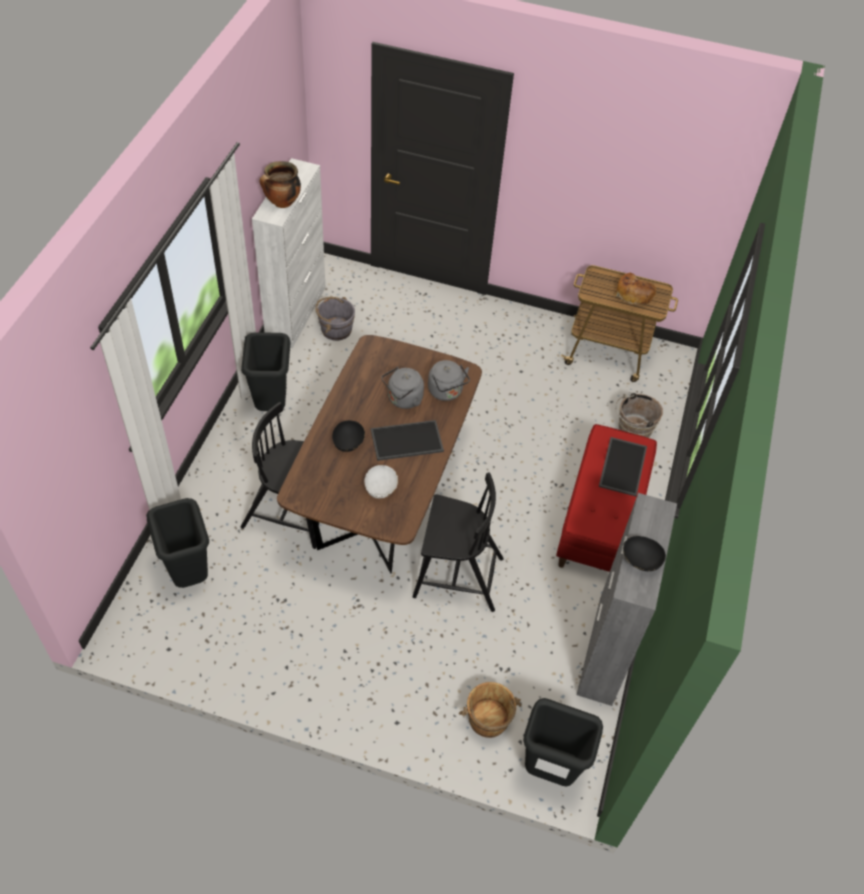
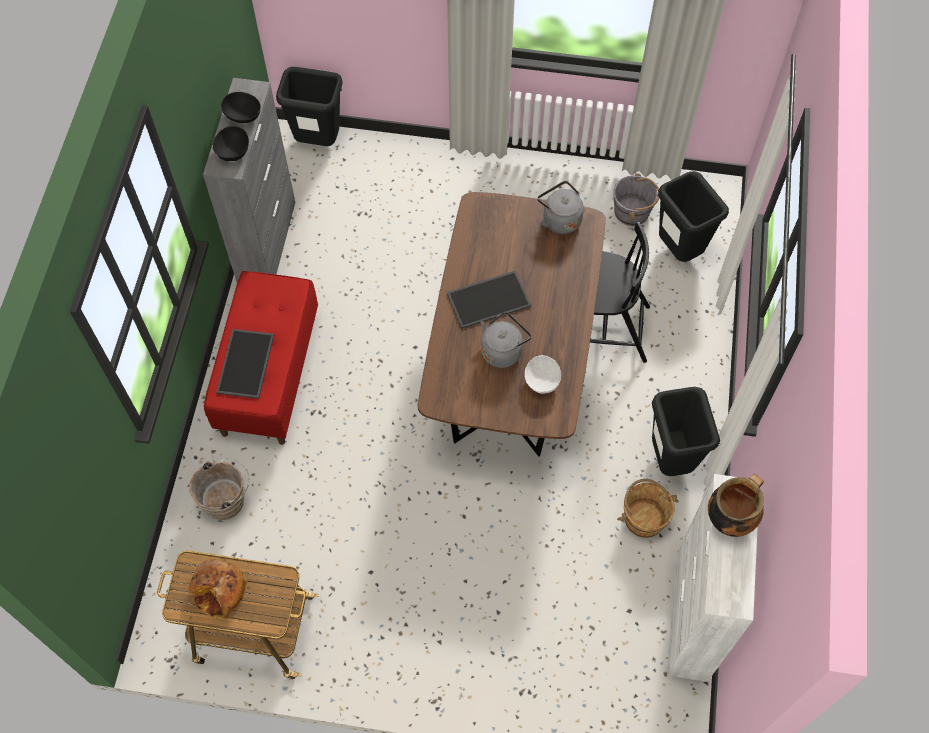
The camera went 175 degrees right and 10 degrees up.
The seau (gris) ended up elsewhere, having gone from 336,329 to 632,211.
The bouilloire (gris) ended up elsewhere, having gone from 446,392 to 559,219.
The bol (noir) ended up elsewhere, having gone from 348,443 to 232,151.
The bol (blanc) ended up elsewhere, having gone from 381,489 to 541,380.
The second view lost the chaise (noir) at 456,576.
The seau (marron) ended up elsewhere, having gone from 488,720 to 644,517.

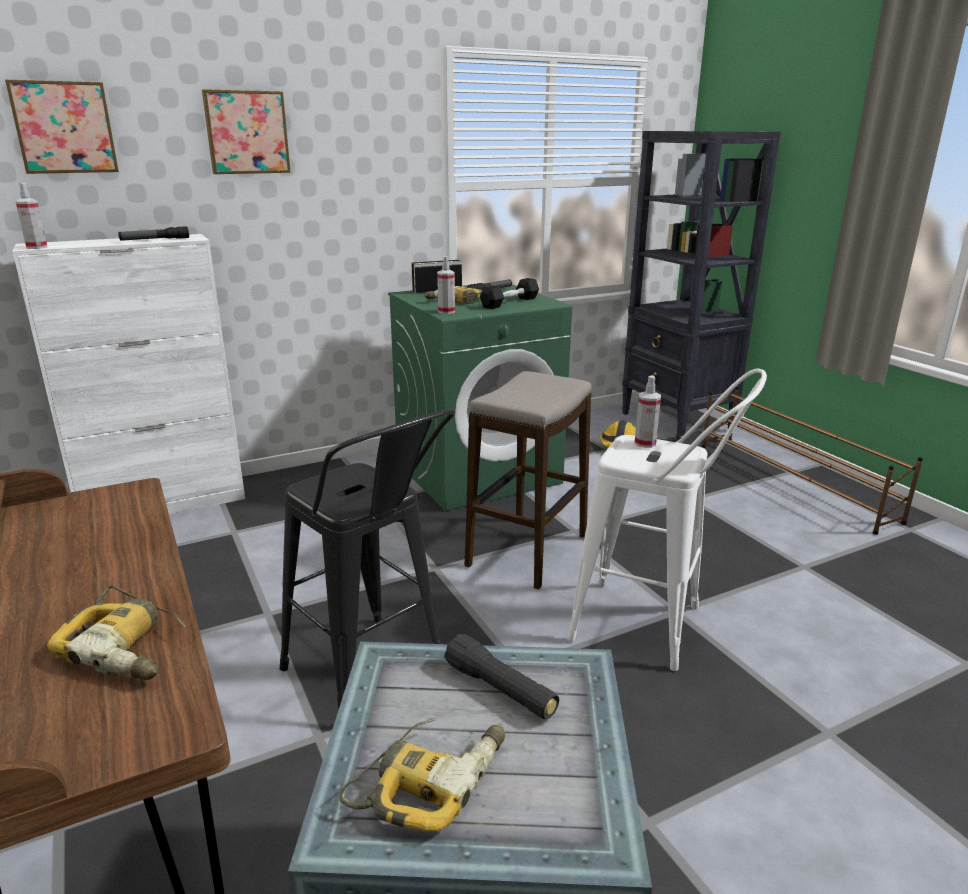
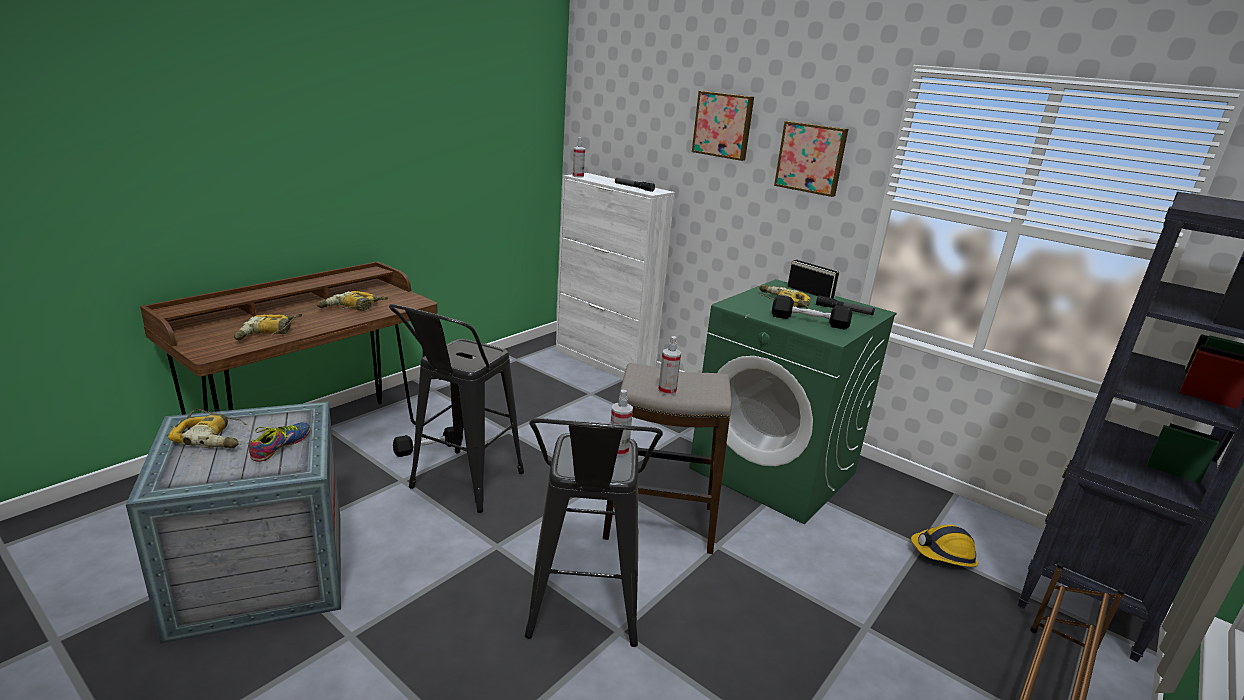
The camera went 65 degrees right and 0 degrees up.
The tableau ended up elsewhere, having gone from 64,127 to 811,158.
The vaporisateur ended up elsewhere, having gone from 446,312 to 667,391.
What was the tabouret (blanc) at 651,628 turned into the tabouret (noir) at 582,616.
Where the lampe de poche (noir) stood at 500,690, the chaussure came to stand at 283,446.
The second view gained the perceuse at 352,308.
The second view gained the haltère (noir) at 428,448.

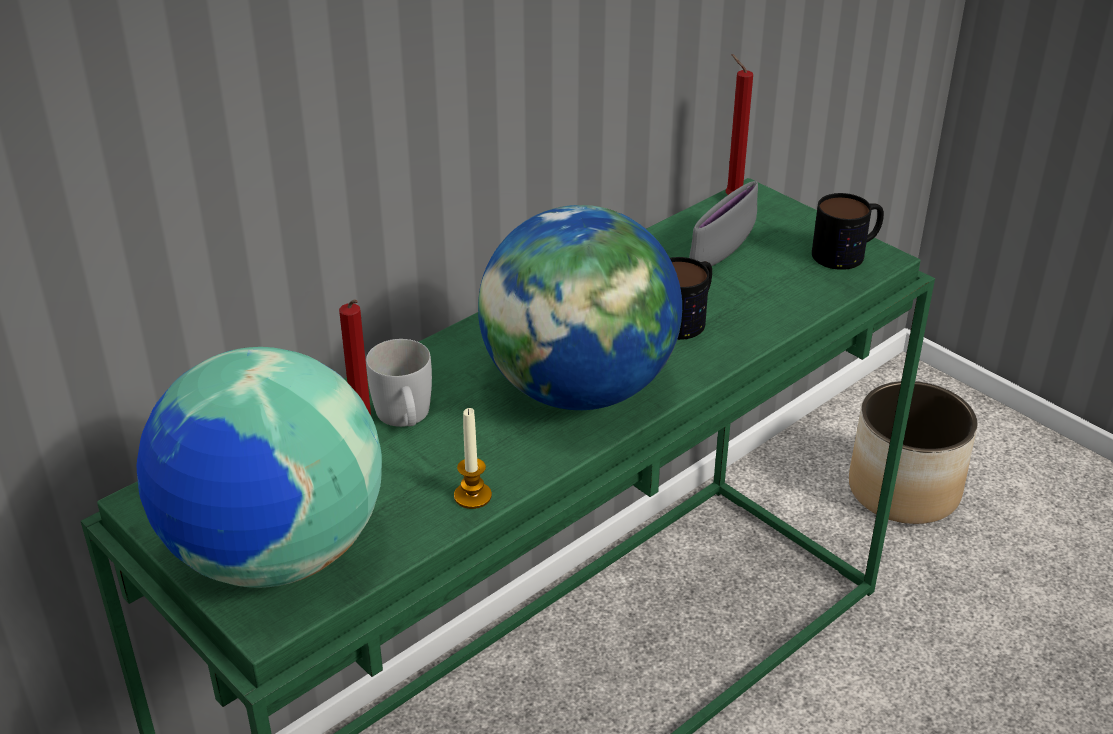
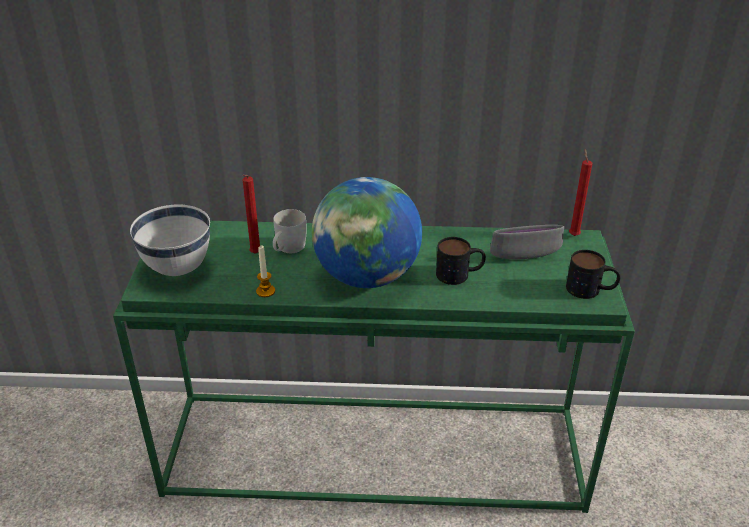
The camera went 45 degrees right and 0 degrees up.
Where the globe stood at 274,553, the bol (blanc) came to stand at 177,269.
The second view lost the cache-pot at 905,490.

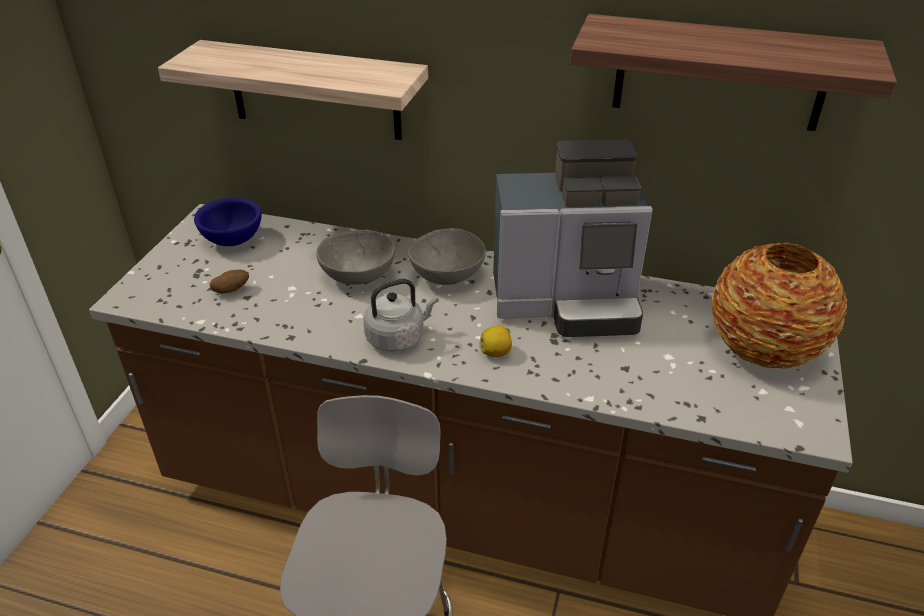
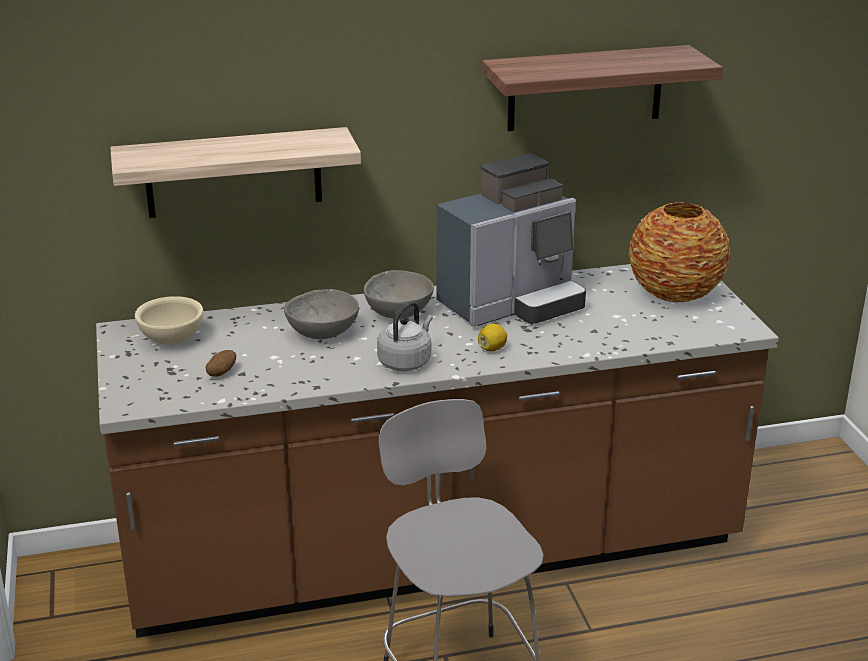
The camera went 30 degrees left and 10 degrees down.
What was the bol (bleu) at 234,240 turned into the bol (beige) at 172,339.

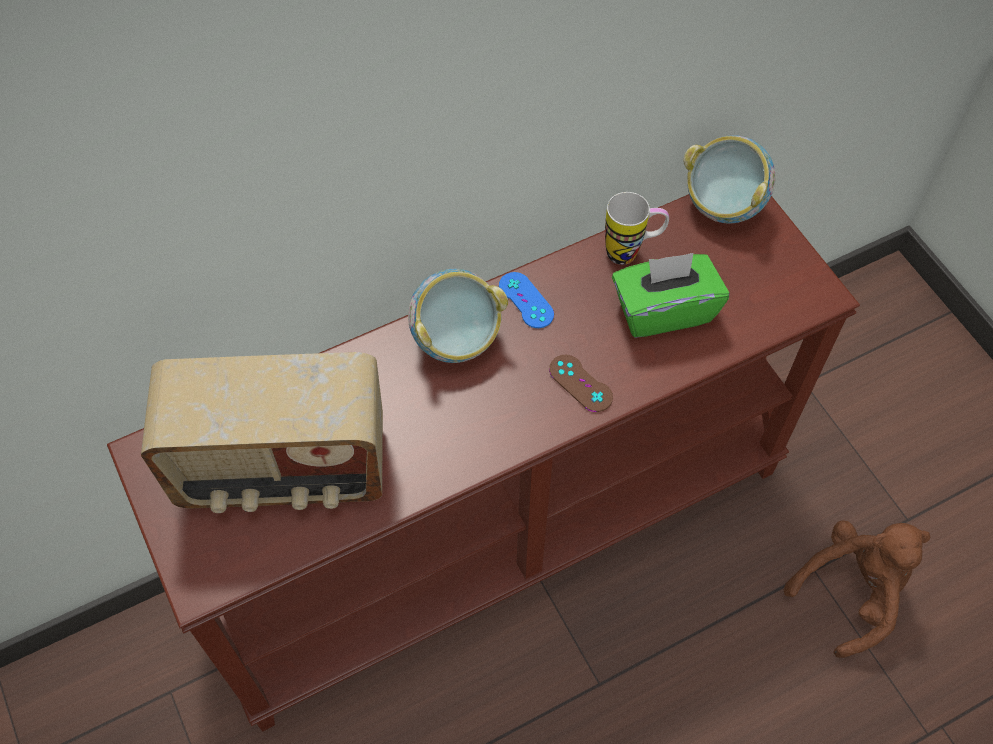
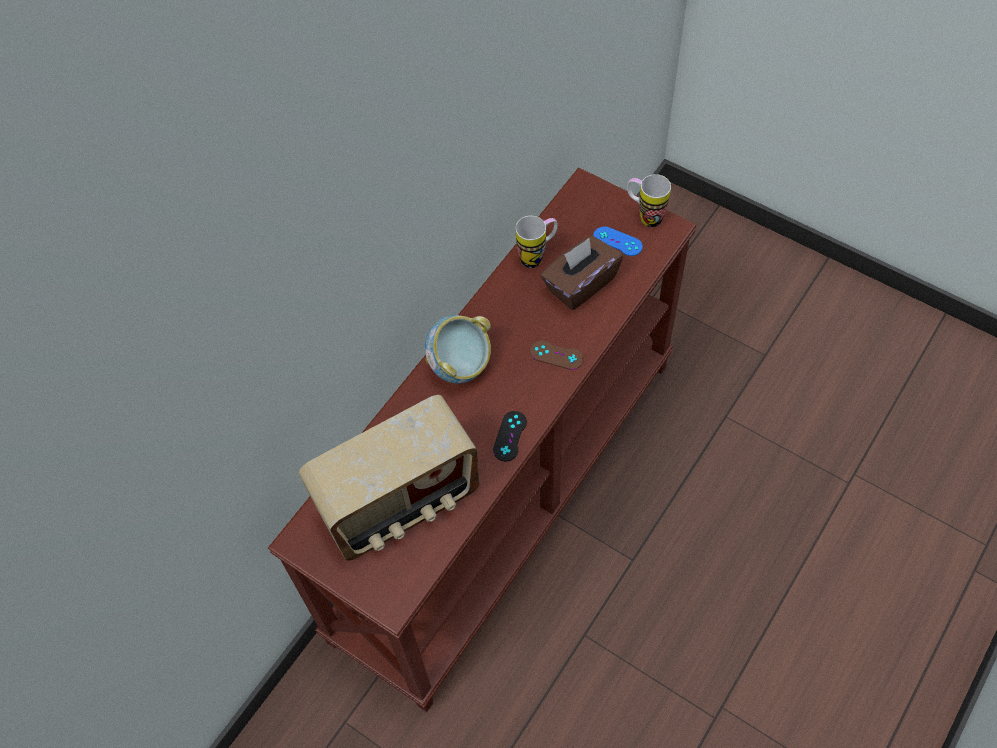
The camera went 25 degrees left and 0 degrees up.
The second view lost the bol at 722,205.
What was the boîte à mouchoirs (vert) at 663,310 turned into the boîte à mouchoirs (marron) at 580,284.
The manette (bleu) ended up elsewhere, having gone from 526,300 to 617,241.
The second view lost the peluche (marron) at 852,592.
The second view gained the mug at 644,216.
The second view gained the manette (noir) at 510,436.

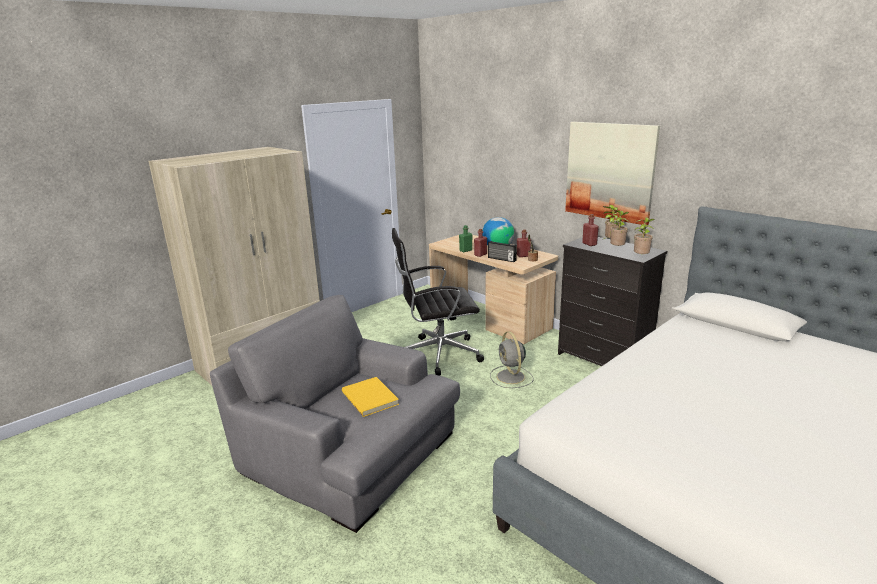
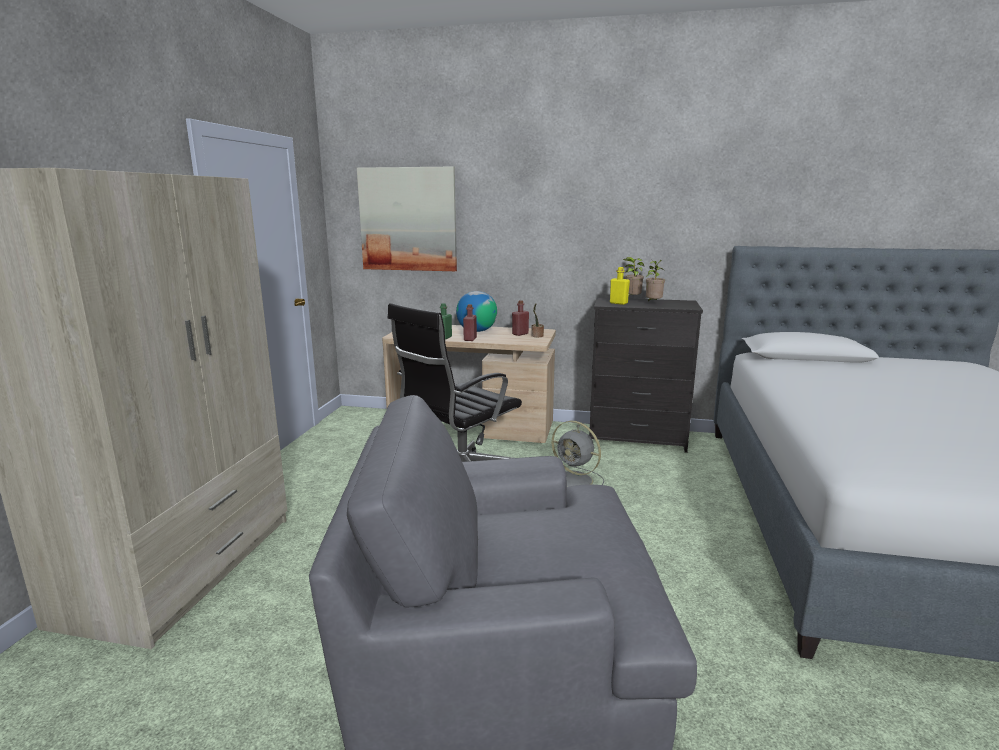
The camera went 35 degrees left and 5 degrees down.
The tableau ended up elsewhere, having gone from 610,171 to 408,219.
What was the bouteille (rouge) at 589,244 turned into the bouteille (jaune) at 618,303.
The second view lost the plante en pot at 641,257.
The second view lost the radio at 501,259.
The second view lost the livre (jaune) at 371,398.

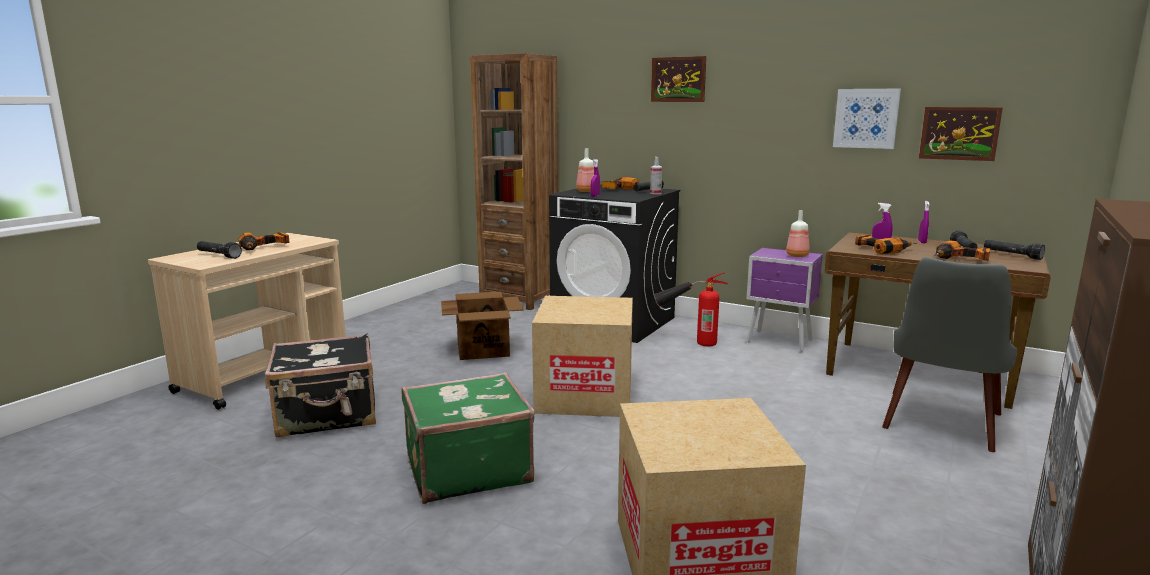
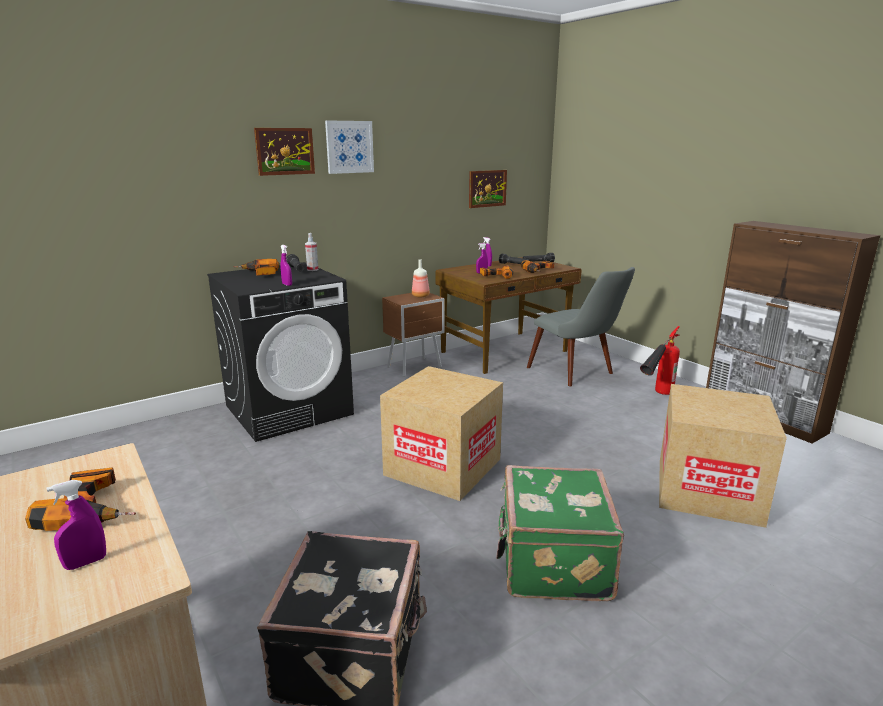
The camera went 65 degrees left and 5 degrees up.
The second view lost the bibliothèque (marron) at 519,299.
The tableau ended up elsewhere, having gone from 866,118 to 349,147.
The second view lost the bouteille at 586,191.
Where the lampe de poche (noir) stood at 218,255, the vaporisateur (violet) came to stand at 86,563.
What was the table de chevet (violet) at 780,342 turned into the table de chevet (marron) at 415,367.
The extincteur ended up elsewhere, having gone from 688,341 to 656,396.
The second view lost the carton at 483,349.

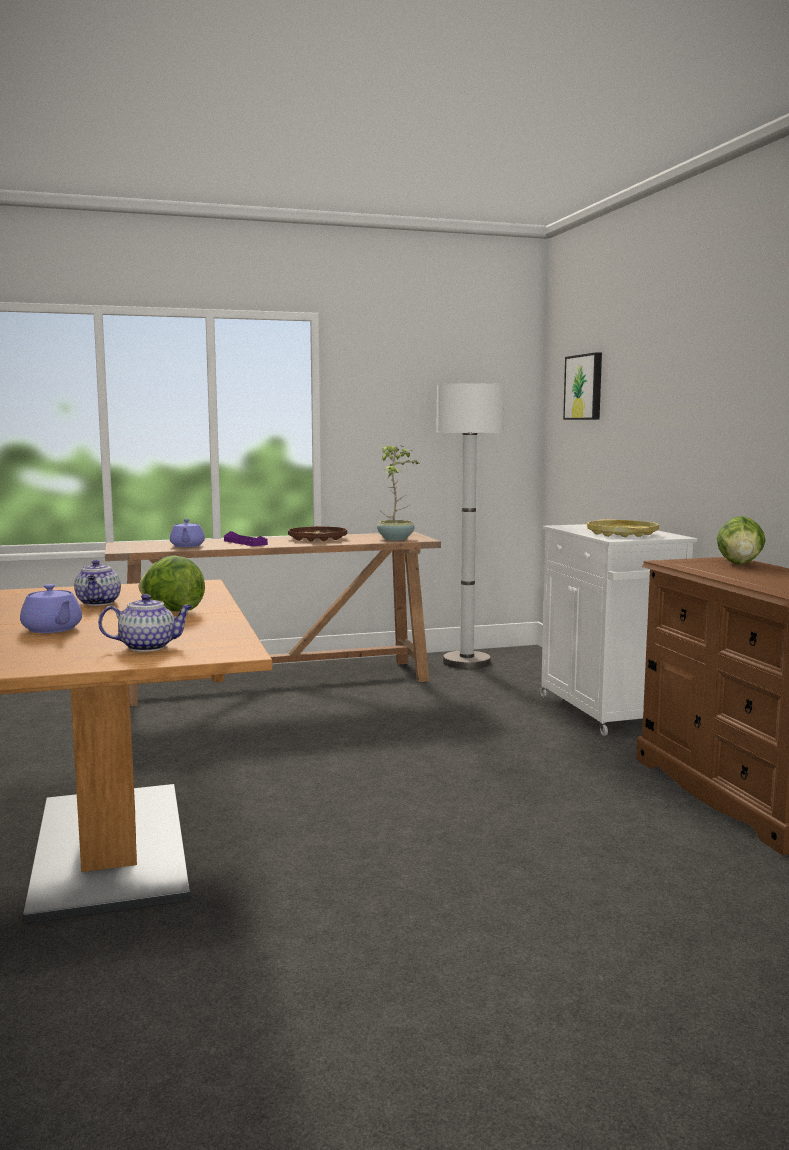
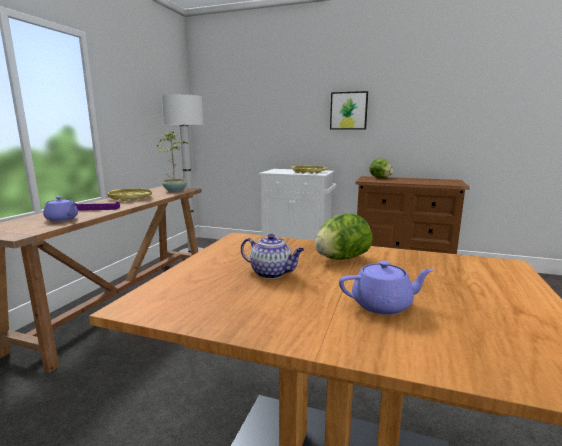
The camera went 55 degrees left and 5 degrees up.
The tableau ended up elsewhere, having gone from 585,387 to 348,111.
What was the plateau (marron) at 317,539 turned into the plateau (jaune) at 130,198.
The second view lost the théière at 149,647.

